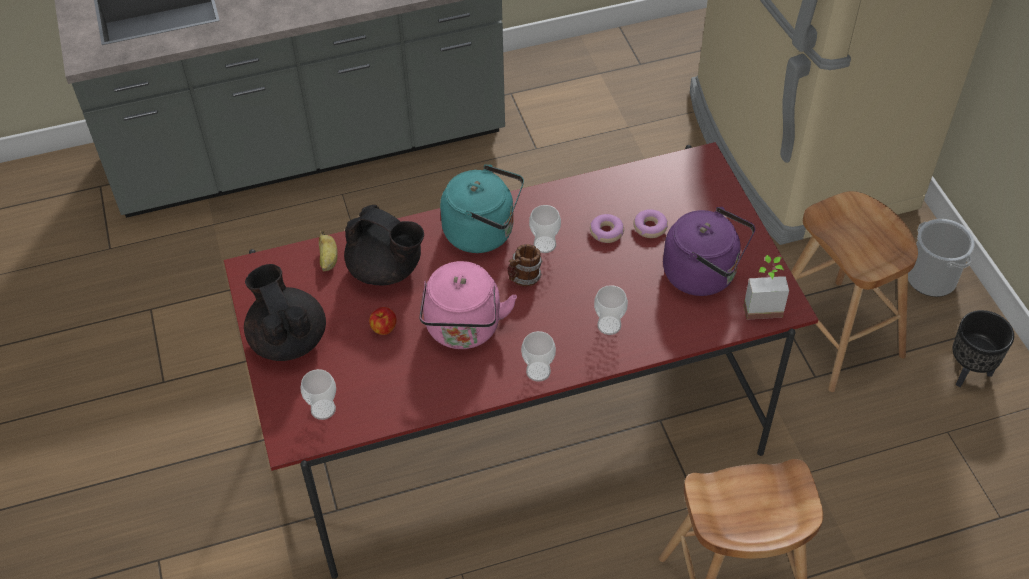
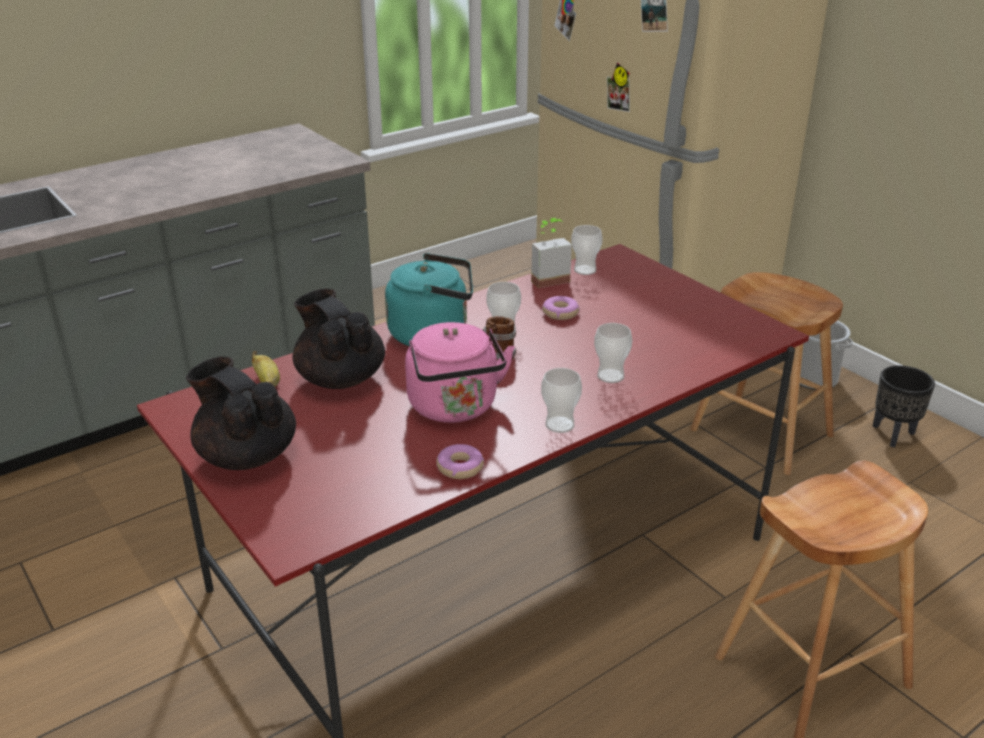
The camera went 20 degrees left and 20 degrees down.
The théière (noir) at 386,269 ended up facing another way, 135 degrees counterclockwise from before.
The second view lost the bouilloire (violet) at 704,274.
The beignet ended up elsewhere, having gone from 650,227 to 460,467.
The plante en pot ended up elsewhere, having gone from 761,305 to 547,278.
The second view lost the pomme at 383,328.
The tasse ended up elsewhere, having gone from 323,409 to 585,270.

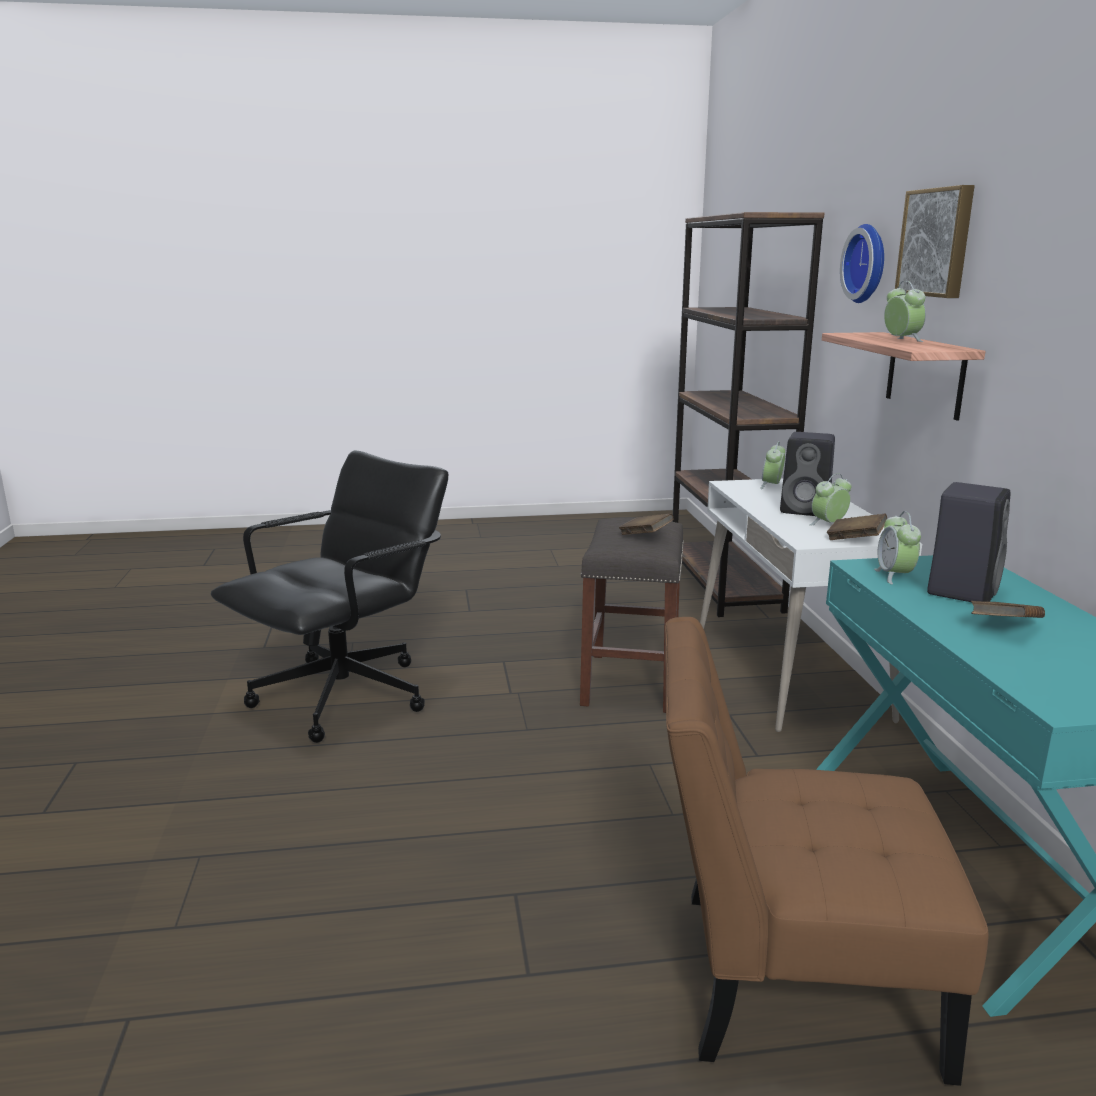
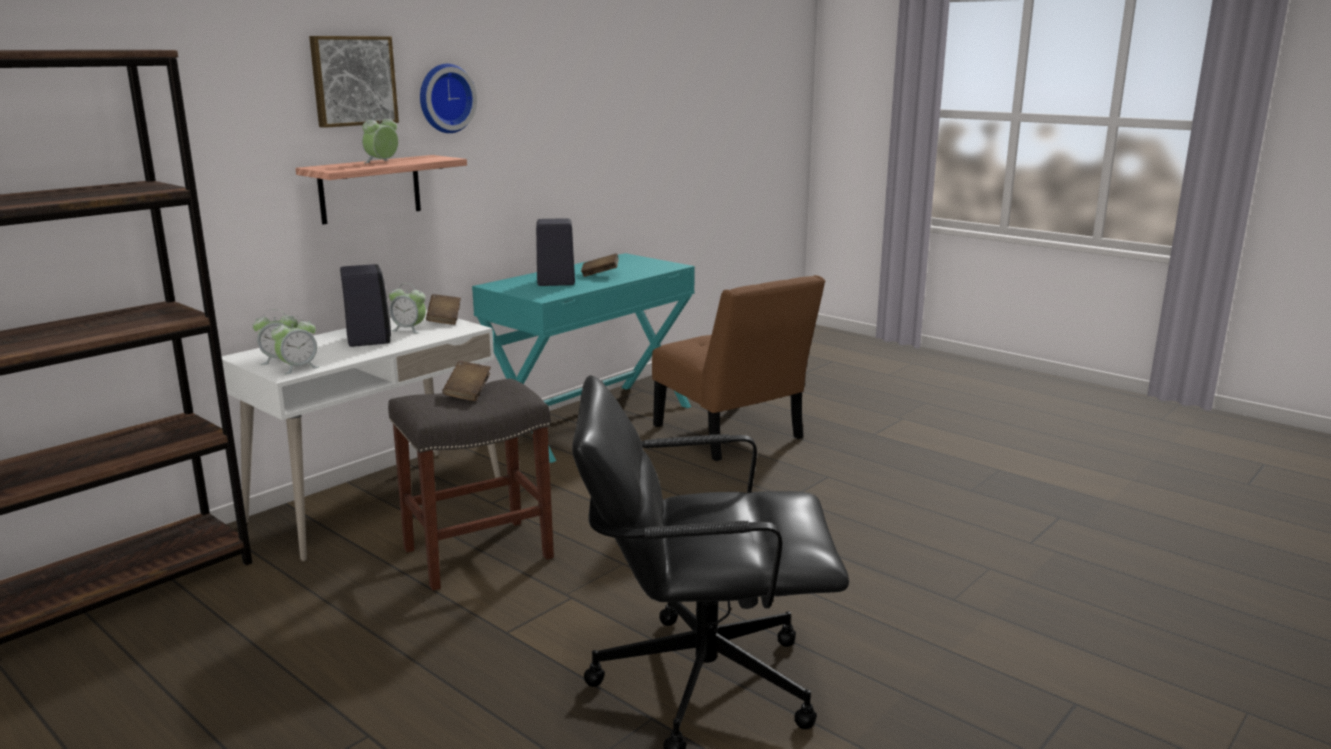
The camera went 130 degrees left and 0 degrees up.
The horloge murale ended up elsewhere, having gone from 868,264 to 444,98.
The réveil ended up elsewhere, having gone from 894,576 to 298,368.

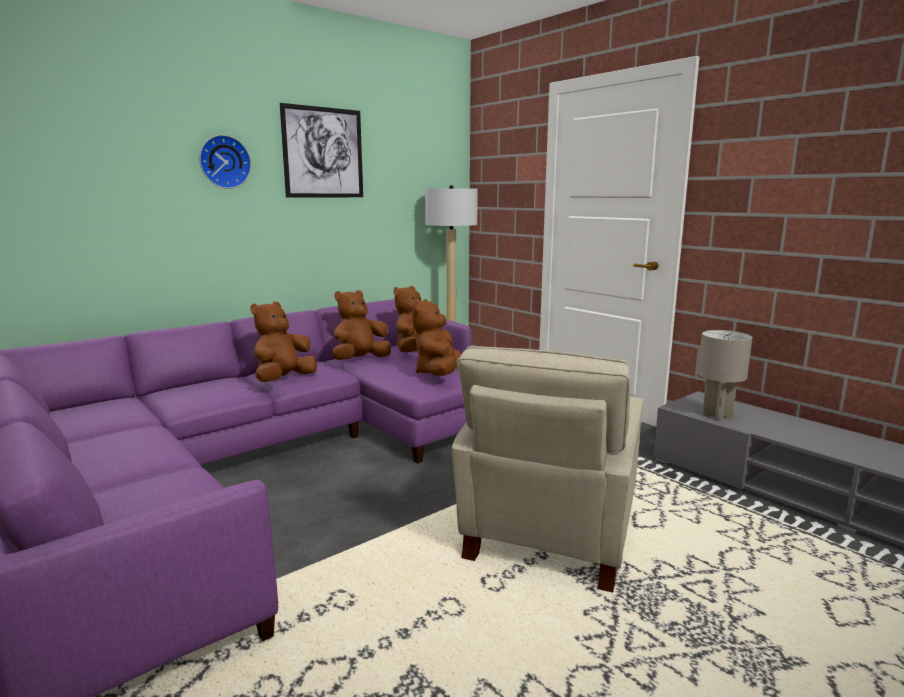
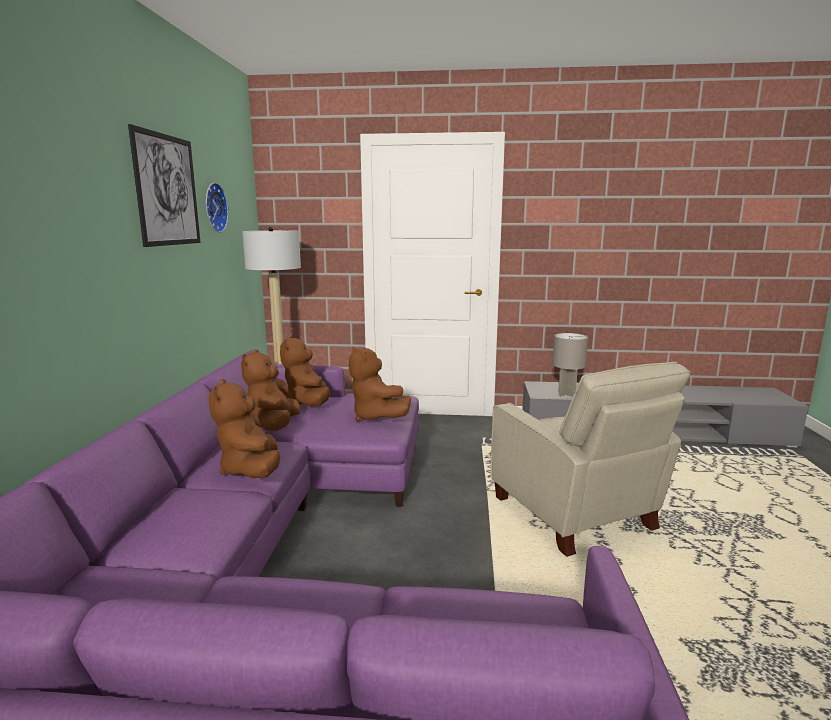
The camera went 45 degrees left and 0 degrees up.
The horloge murale ended up elsewhere, having gone from 224,162 to 213,207.

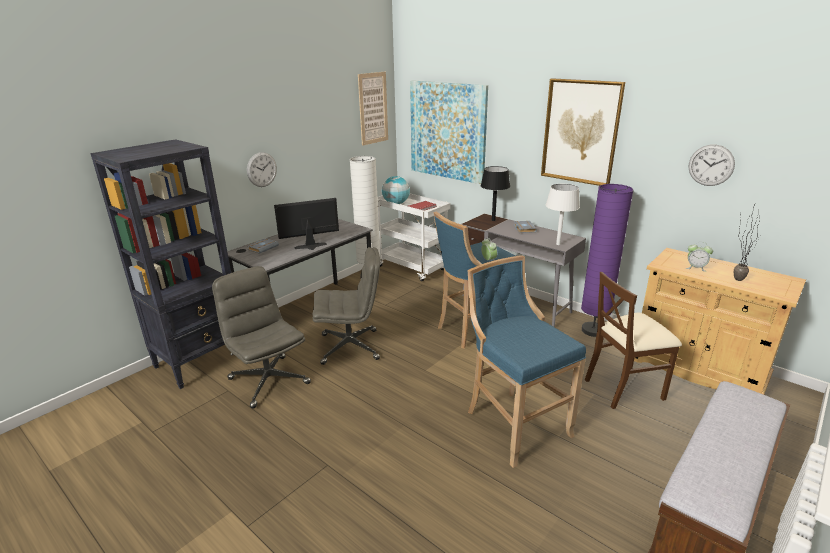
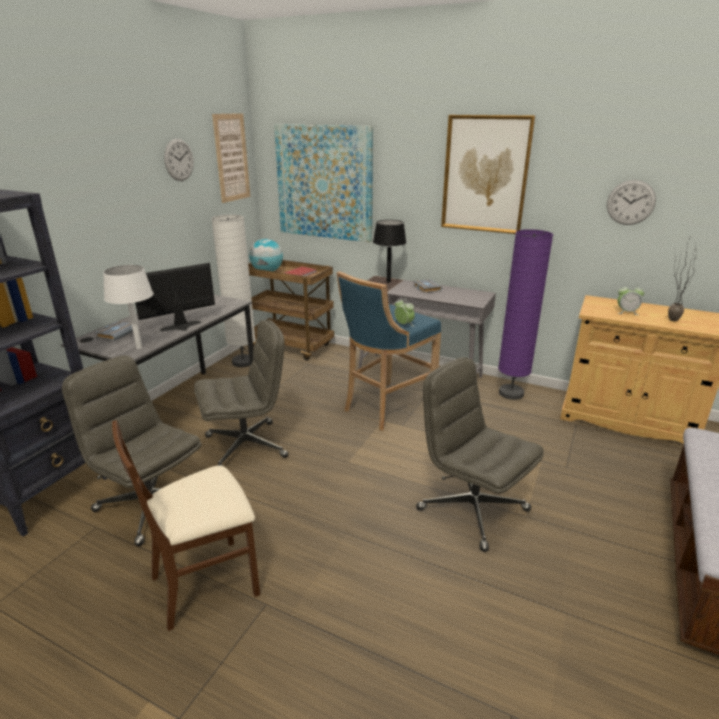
The camera went 15 degrees left and 0 degrees up.
The horloge murale ended up elsewhere, having gone from 262,169 to 179,160.
The lampe de table (blanc) ended up elsewhere, having gone from 558,244 to 139,348.
What was the chariot (blanc) at 413,268 turned into the chariot (marron) at 292,347.
Where the tabouret (bleu) stood at 513,423, the chaise de bureau (gris) came to stand at 471,509.
The chaise (marron) ended up elsewhere, having gone from 623,388 to 206,582.

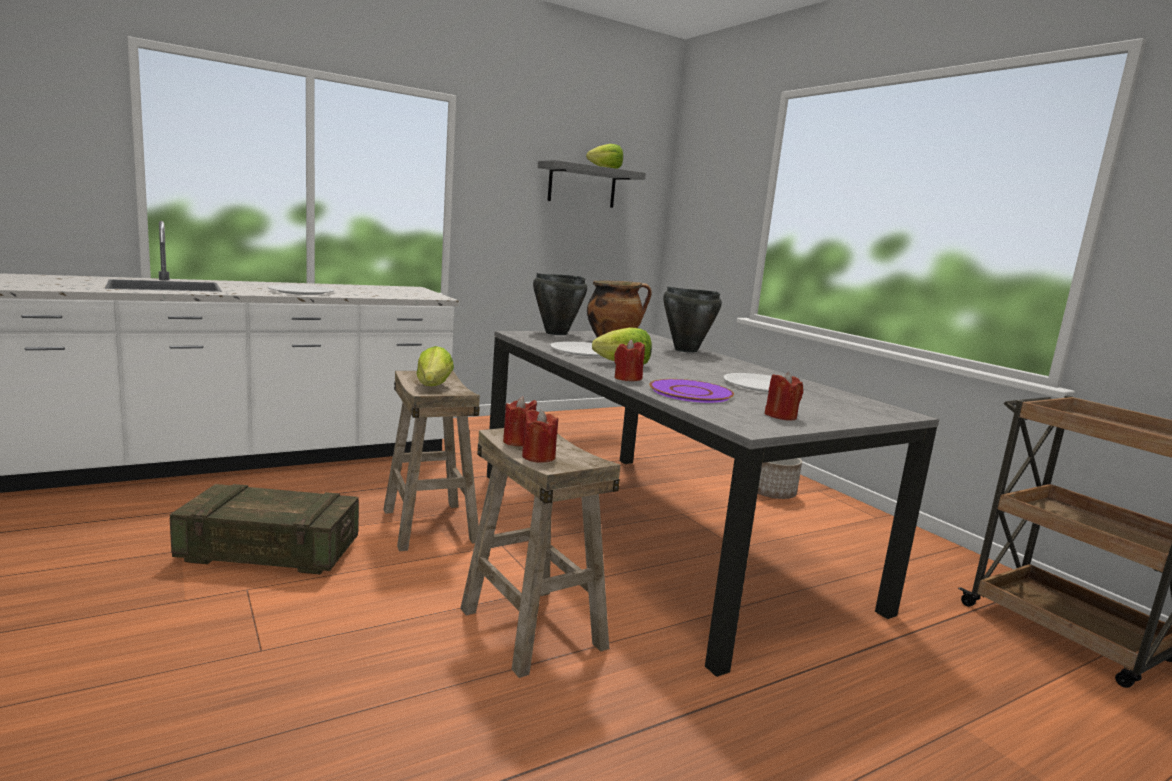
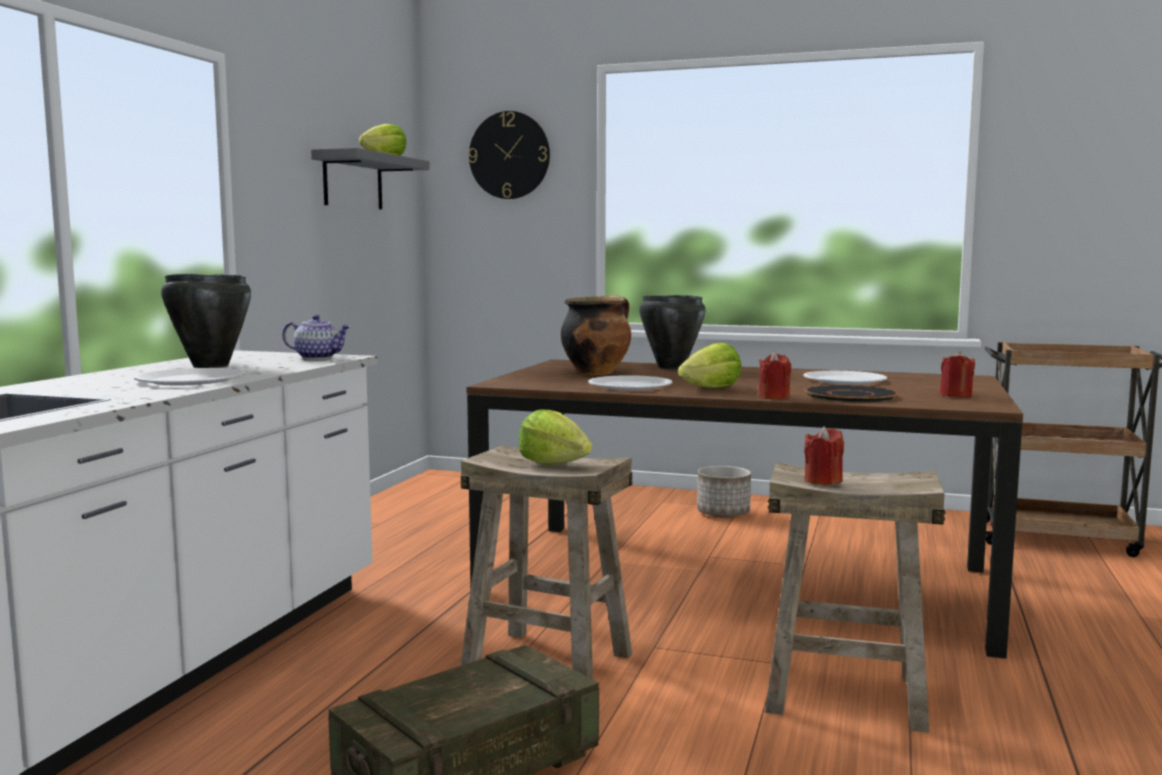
The camera went 40 degrees left and 5 degrees down.
The marmite (noir) ended up elsewhere, having gone from 555,333 to 209,366.
What was the table à manger (gris) at 659,535 turned into the table à manger (marron) at 738,580.
What was the assiette (violet) at 691,392 turned into the assiette (noir) at 850,395.
The second view lost the bougie (rouge) at 538,457.
The second view gained the horloge murale at 509,155.
The second view gained the théière at 318,357.

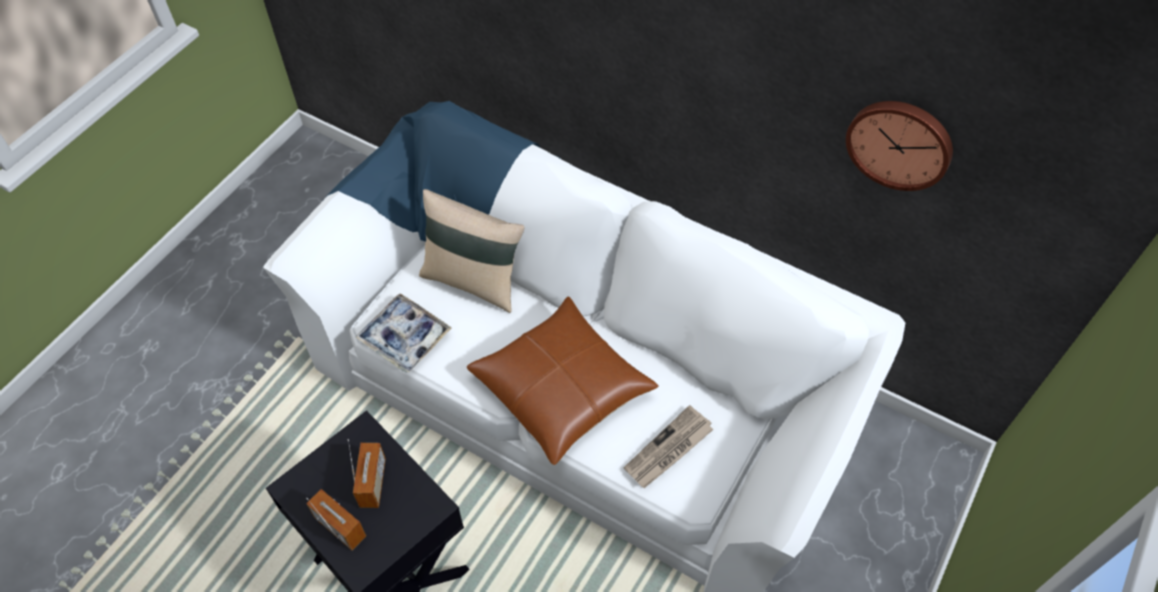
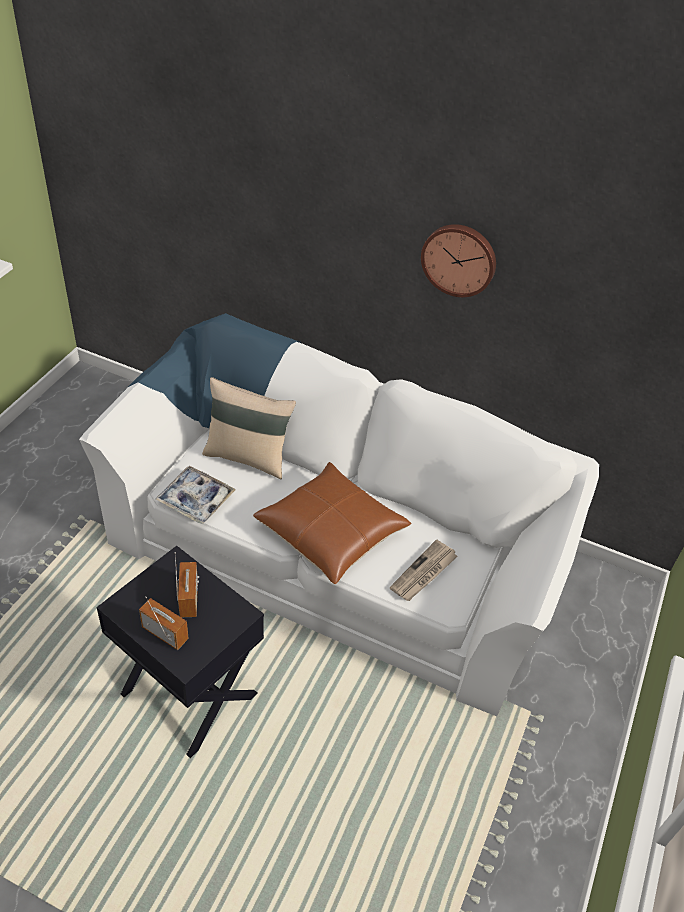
The camera went 10 degrees left and 10 degrees down.
The horloge murale ended up elsewhere, having gone from 900,142 to 459,259.

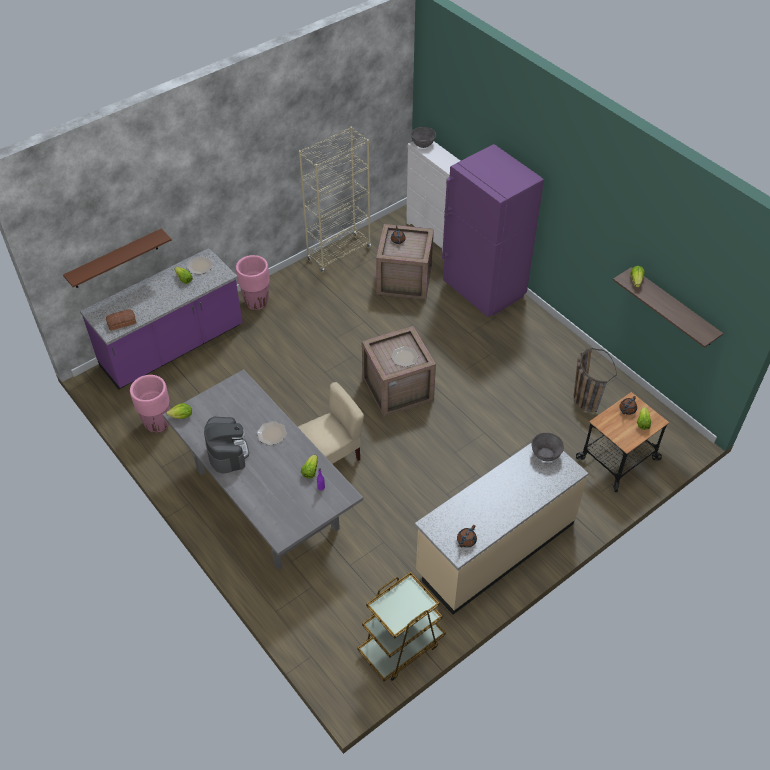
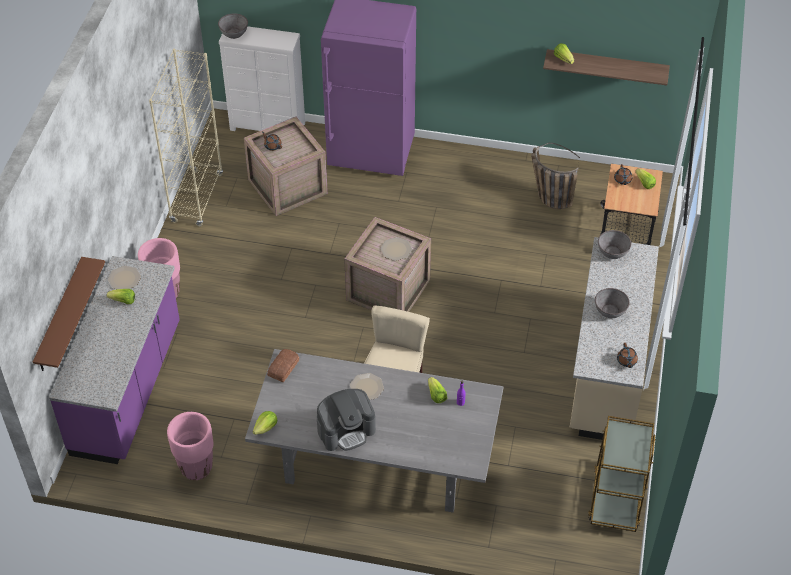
The camera went 40 degrees left and 0 degrees up.
The pain ended up elsewhere, having gone from 122,322 to 284,368.
The machine à café at 227,453 ended up facing another way, 120 degrees clockwise from before.
The second view gained the bol (gris) at 610,311.

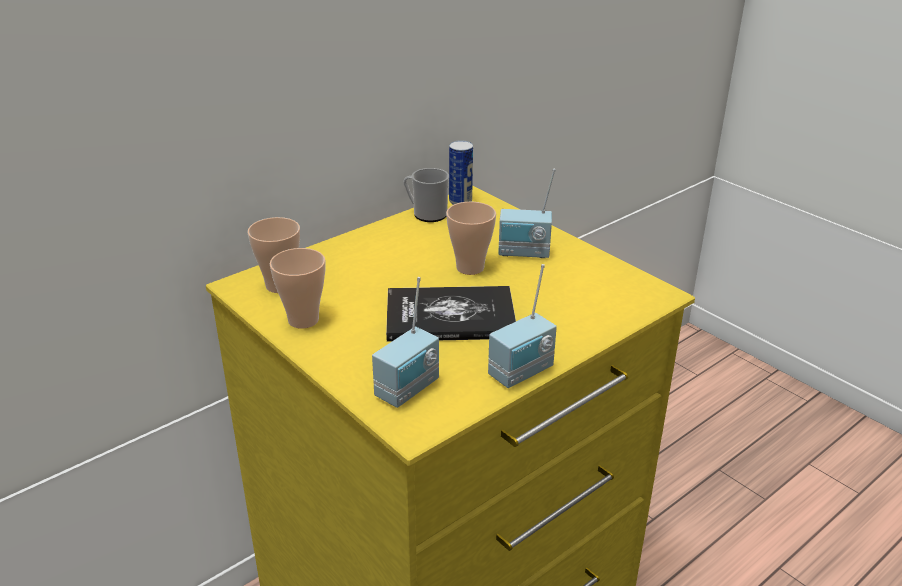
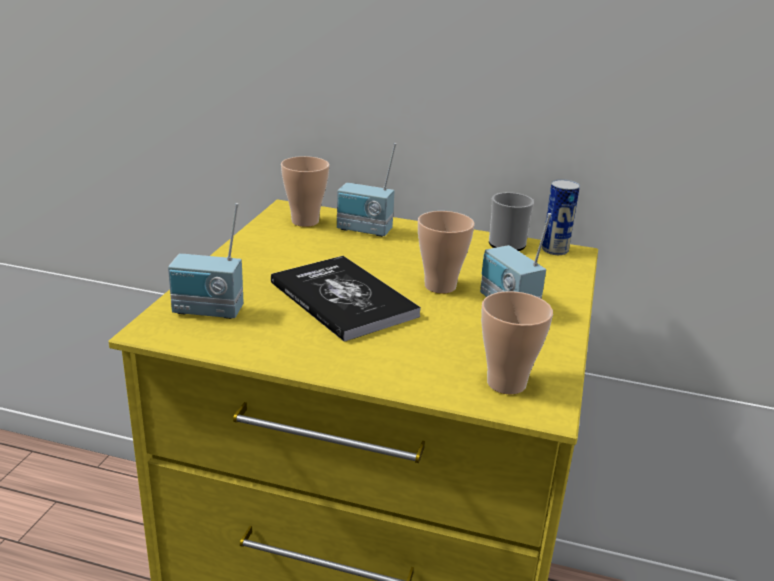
The camera went 55 degrees right and 5 degrees down.
The tasse ended up elsewhere, having gone from 303,320 to 506,383.
The radio ended up elsewhere, having gone from 522,373 to 364,231.

